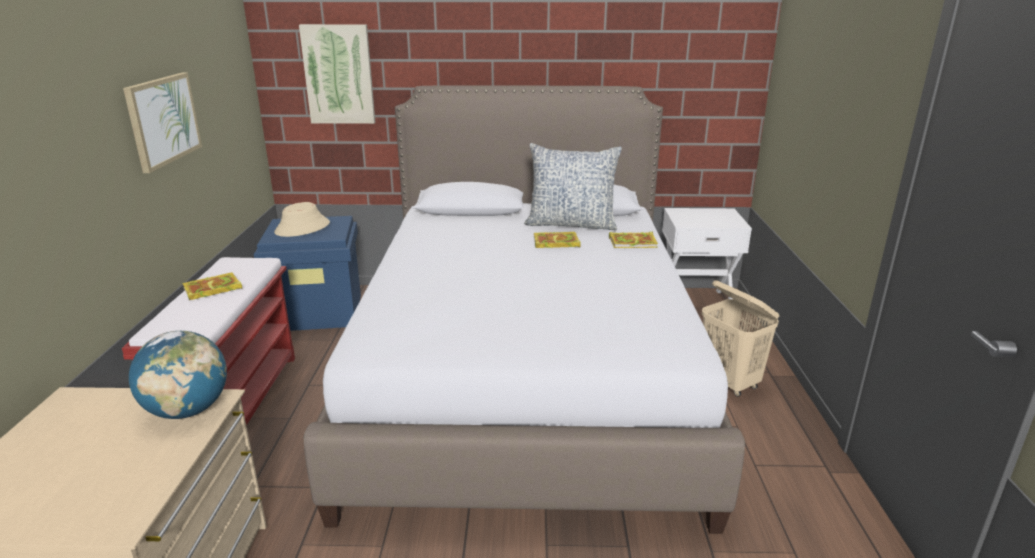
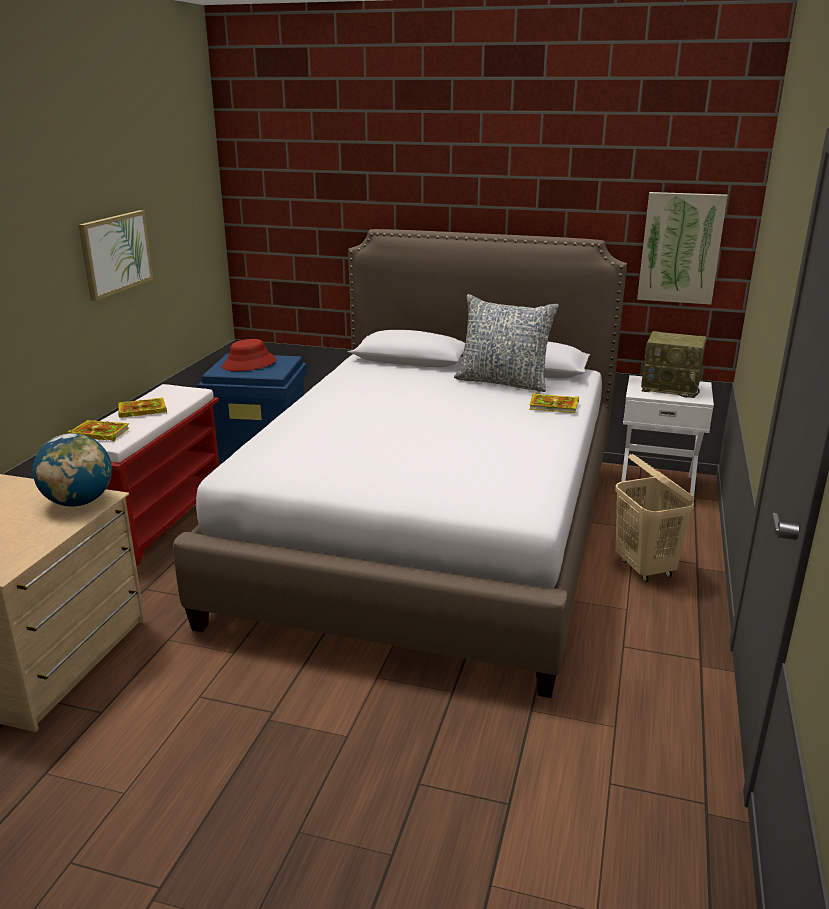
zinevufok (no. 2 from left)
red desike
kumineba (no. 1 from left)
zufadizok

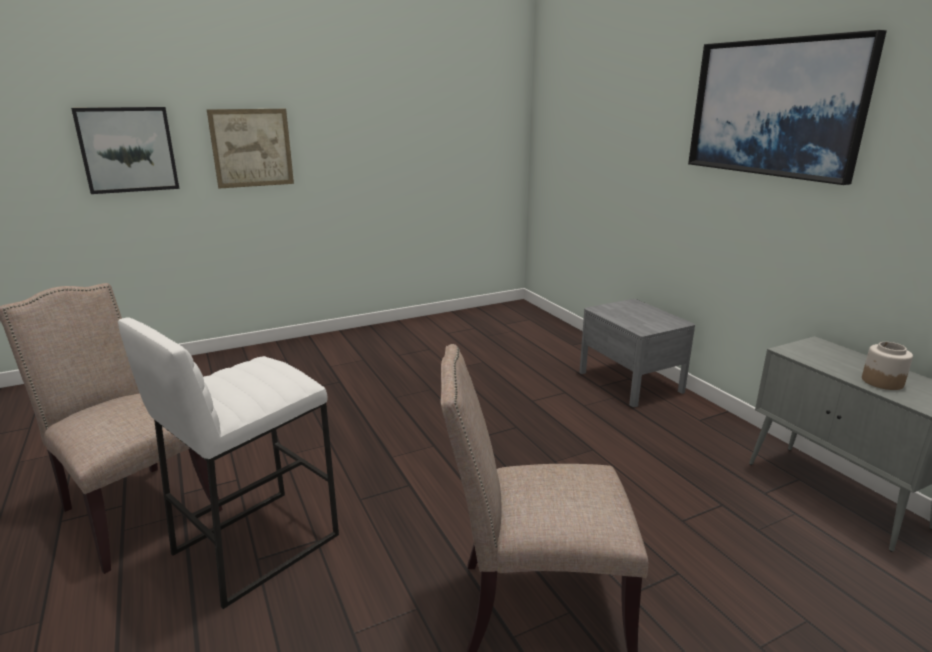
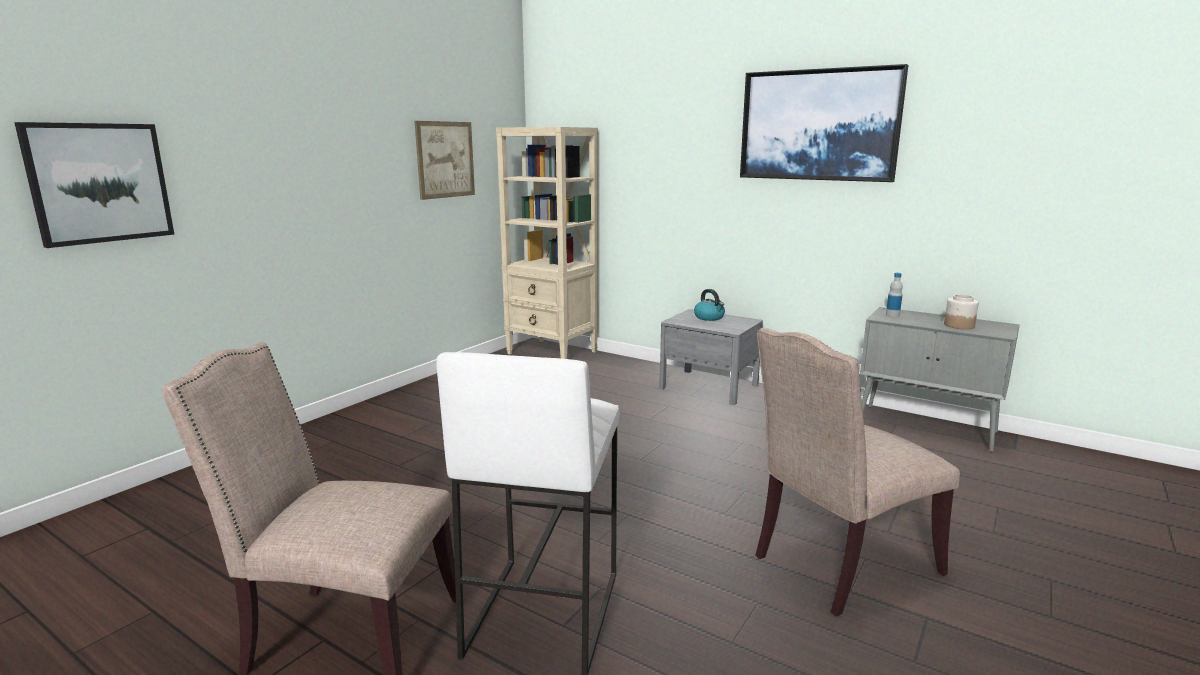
zinevufok (no. 2 from left)
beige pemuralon
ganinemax
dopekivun

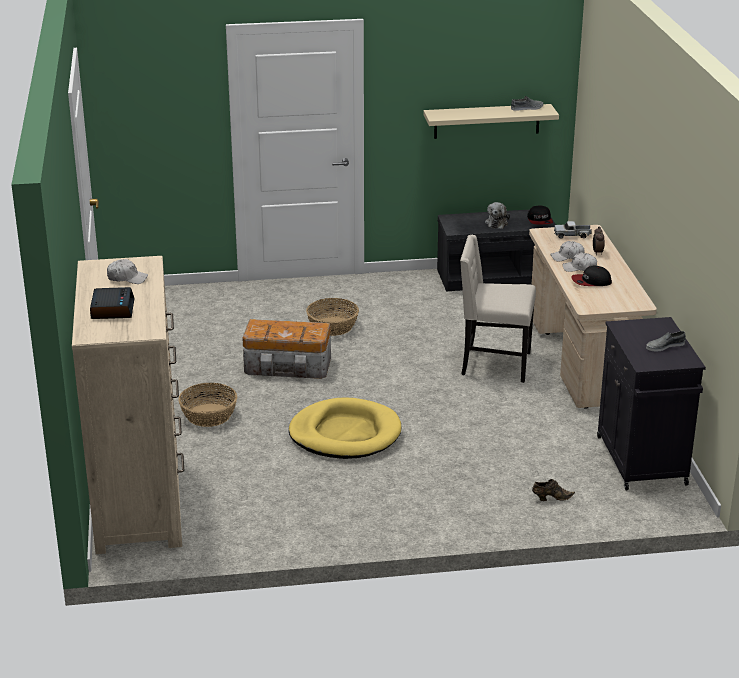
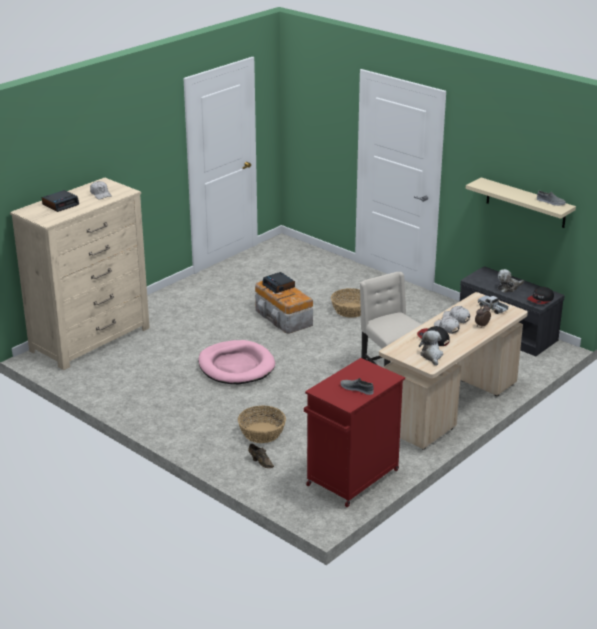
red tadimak
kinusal (no. 1 from left)
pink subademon
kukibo (no. 2 from left)
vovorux (no. 1 from left)

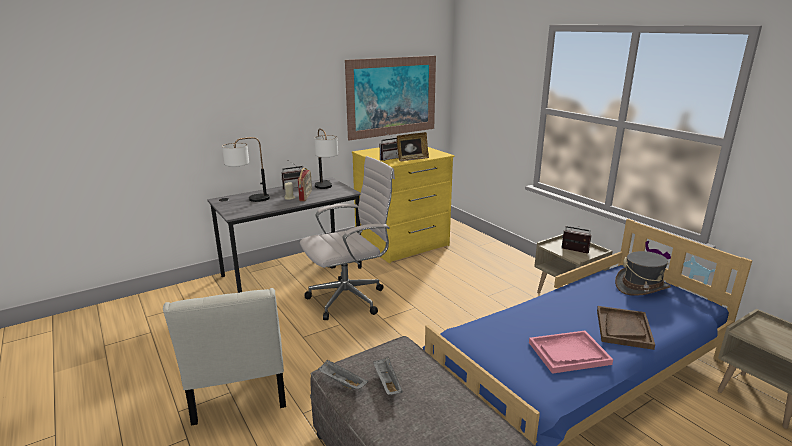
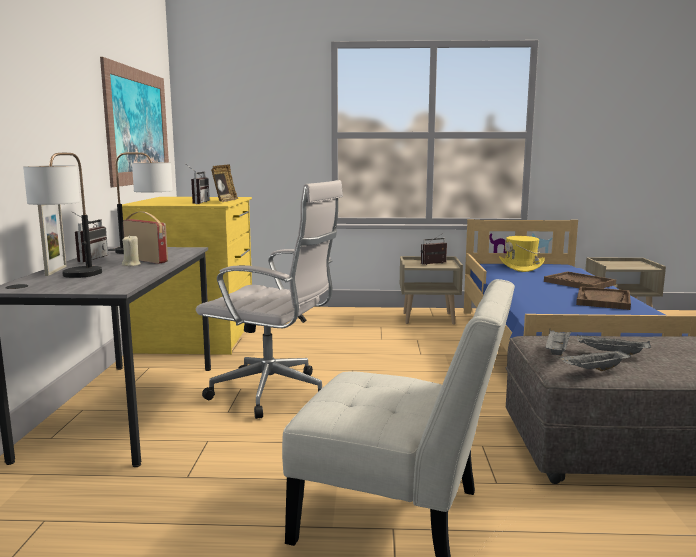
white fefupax
yellow desike
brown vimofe (no. 2 from left)
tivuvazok (no. 1 from left)
grey vimofe (no. 1 from left)

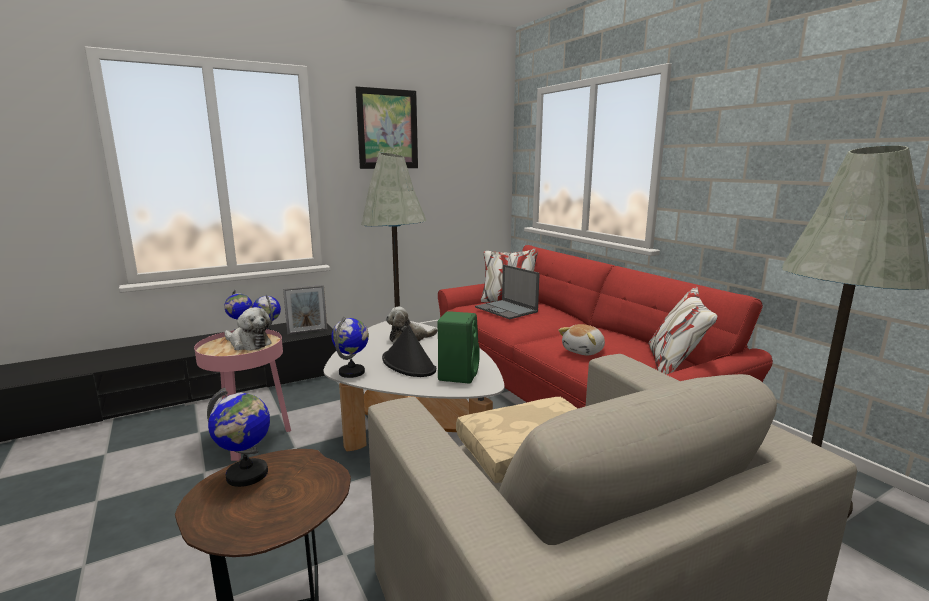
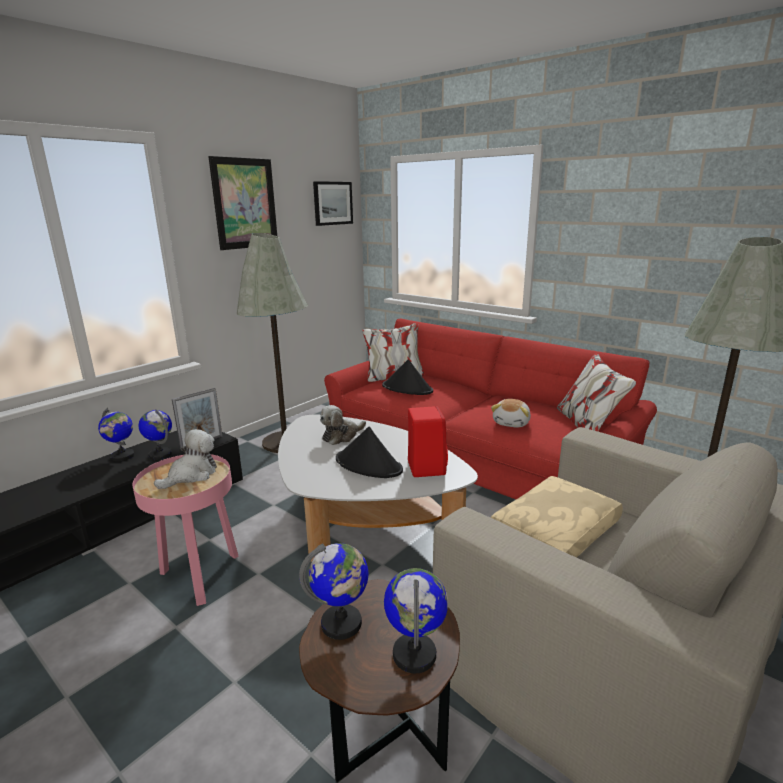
black desike (no. 2 from left)
vovorux (no. 1 from left)
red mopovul
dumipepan (no. 4 from left)
zinevufok (no. 2 from left)

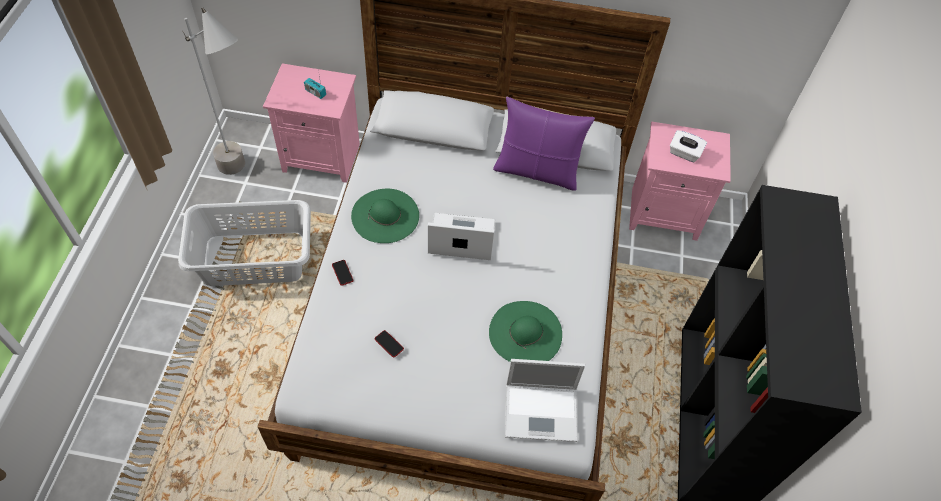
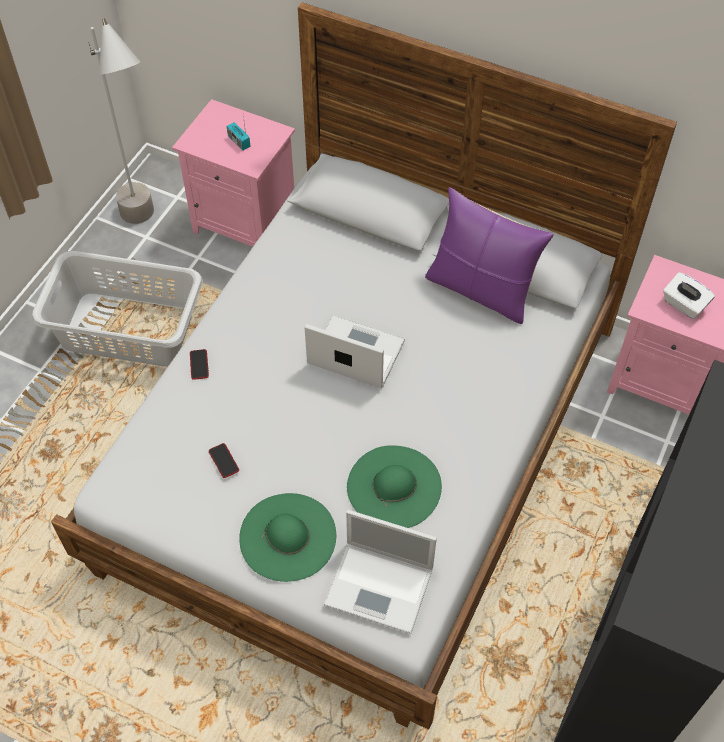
green desike (no. 1 from left)

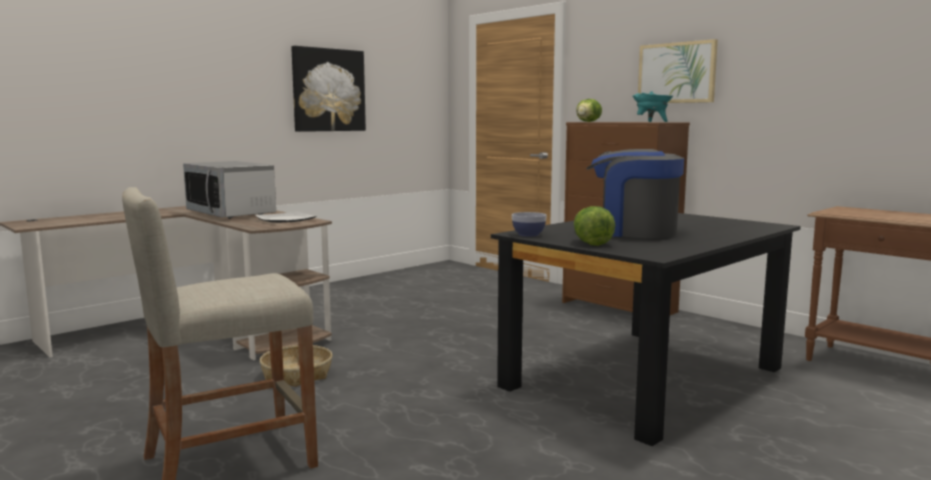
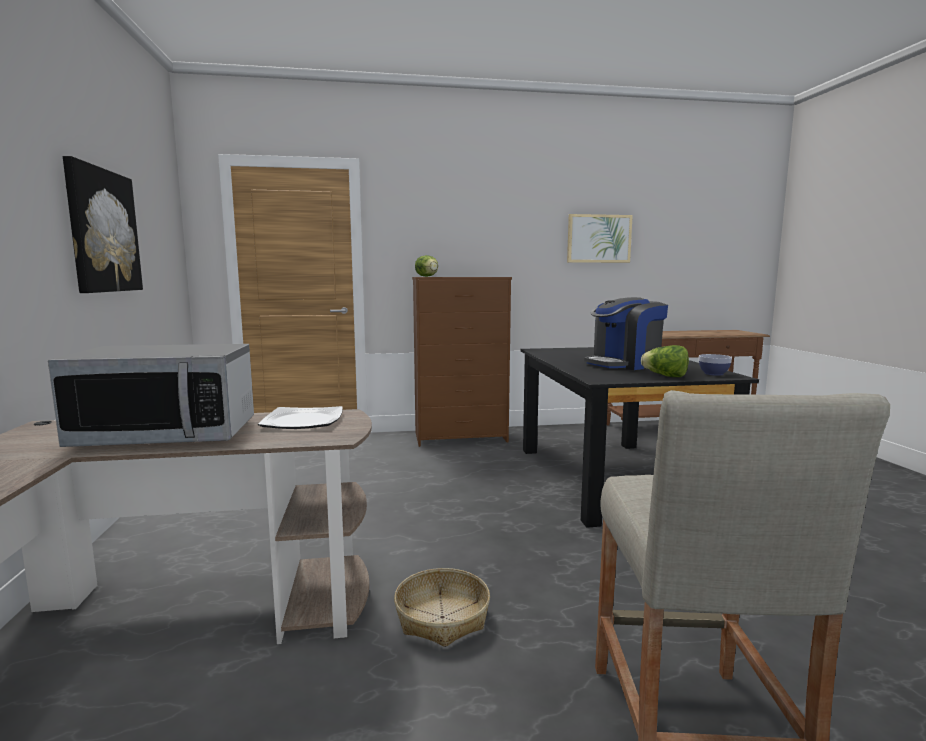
zinevufok (no. 2 from left)
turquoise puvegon
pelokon

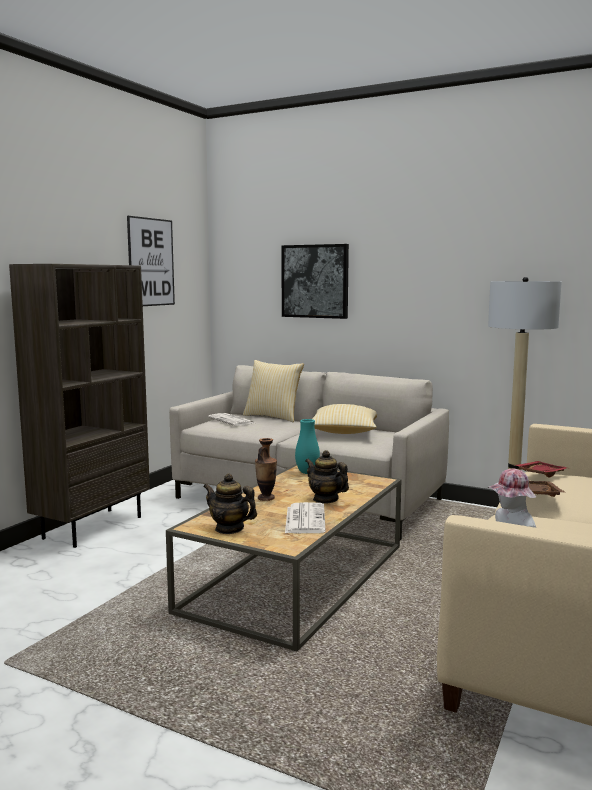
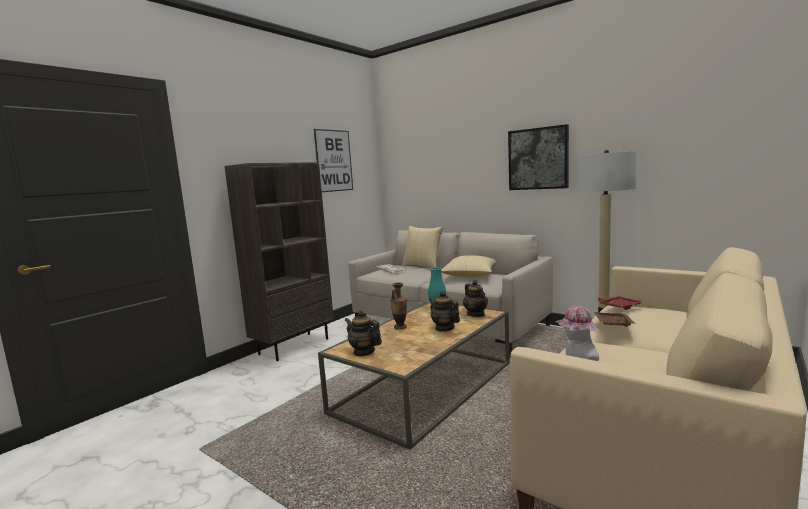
zinevufok (no. 2 from left)
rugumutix (no. 2 from left in the first image)
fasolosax (no. 3 from left)

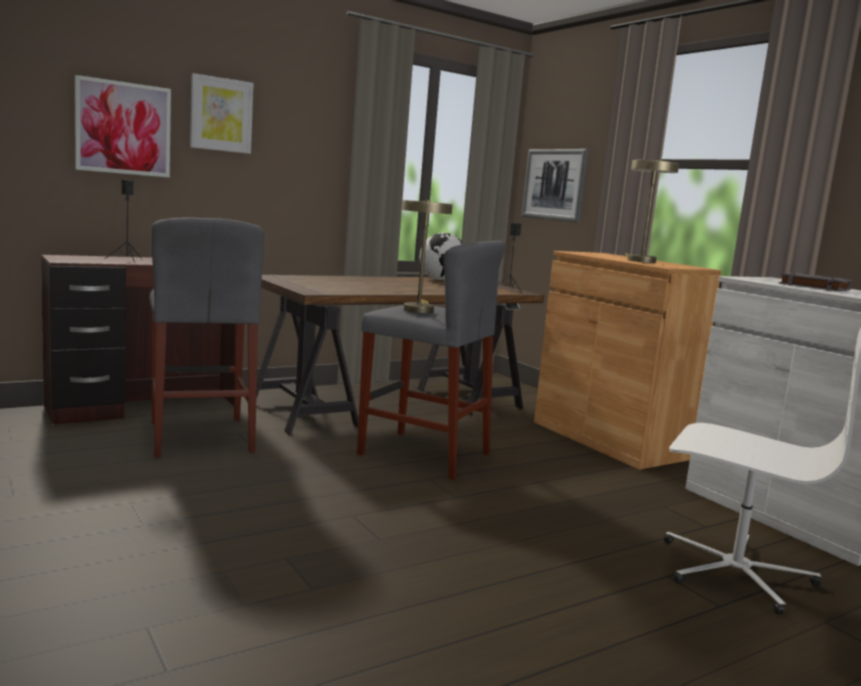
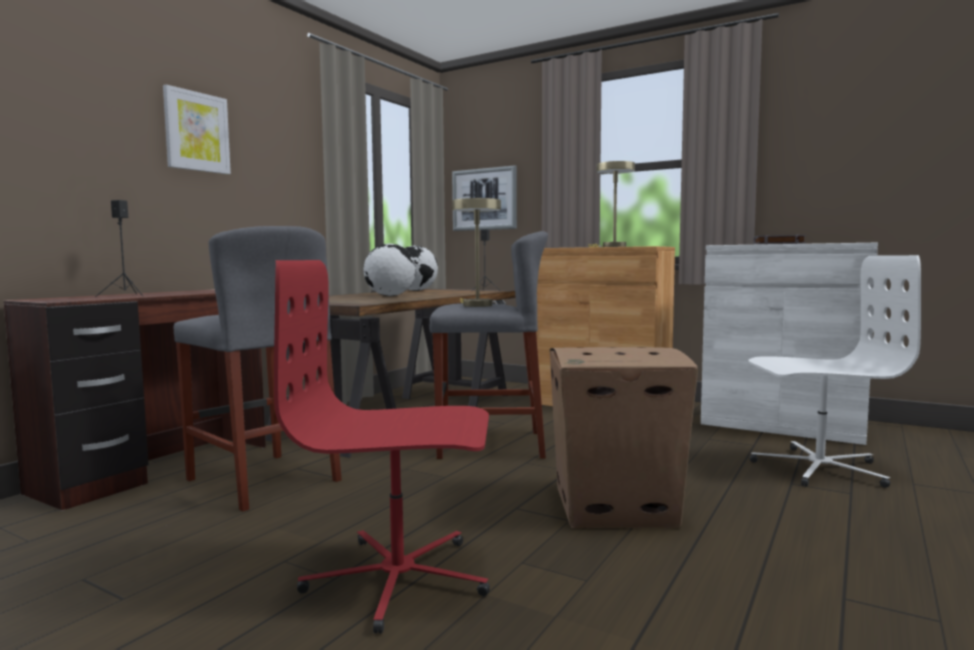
zinevufok (no. 1 from left in the first image)
dumipepan (no. 1 from left)
red fefupax
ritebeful

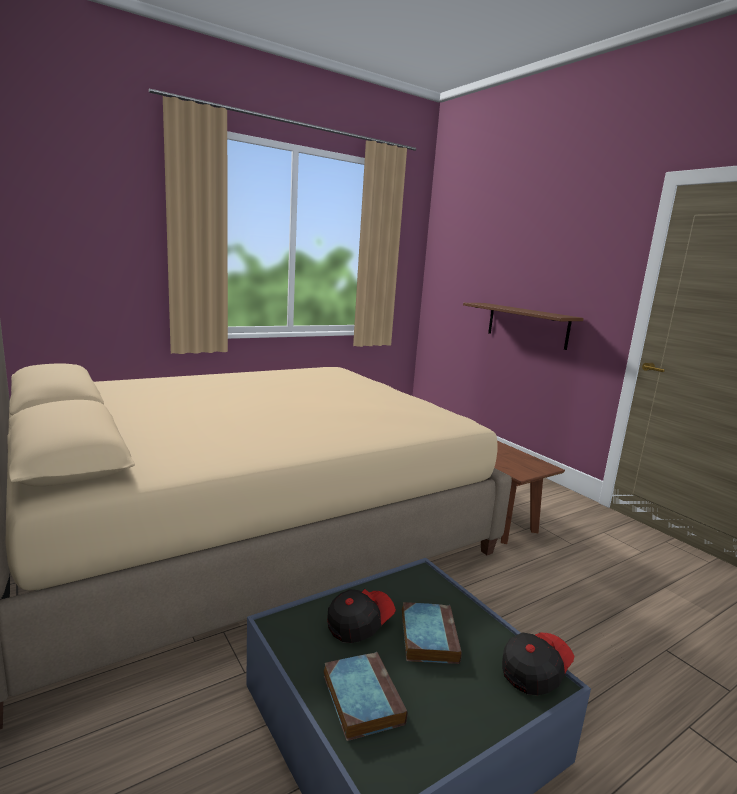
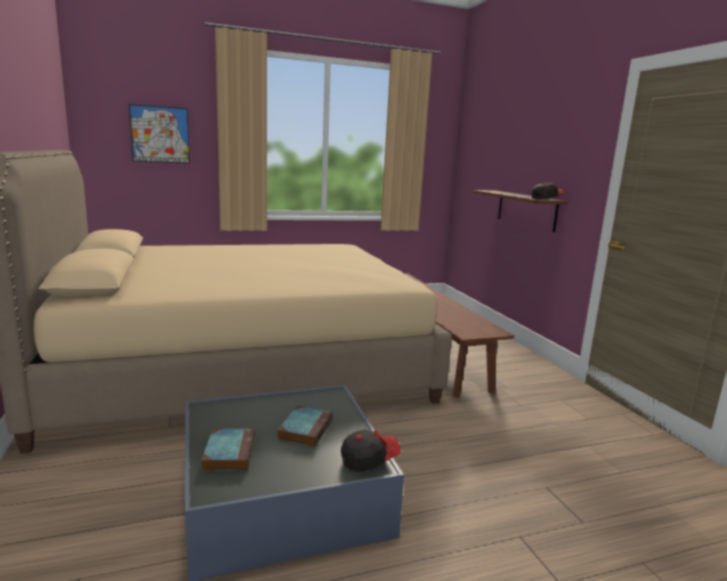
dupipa (no. 2 from left)
zinevufok

